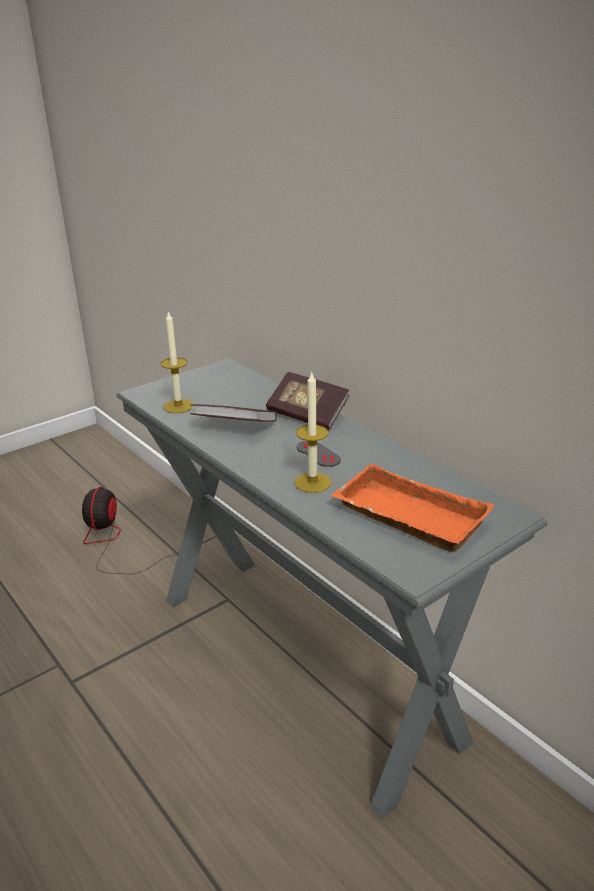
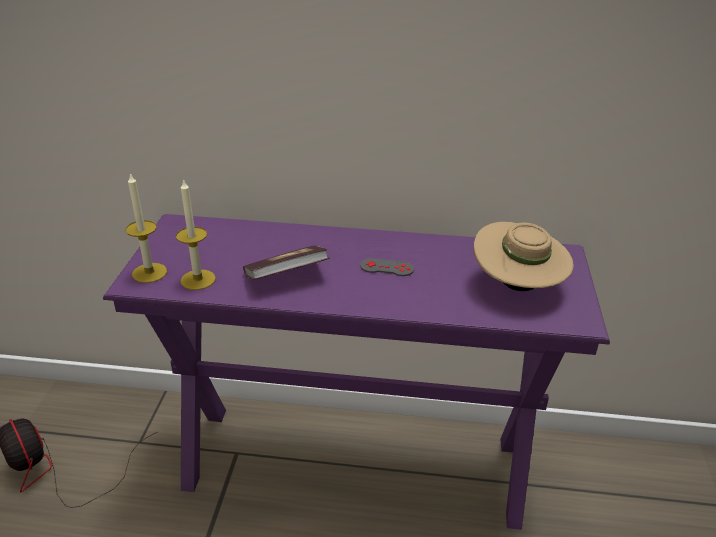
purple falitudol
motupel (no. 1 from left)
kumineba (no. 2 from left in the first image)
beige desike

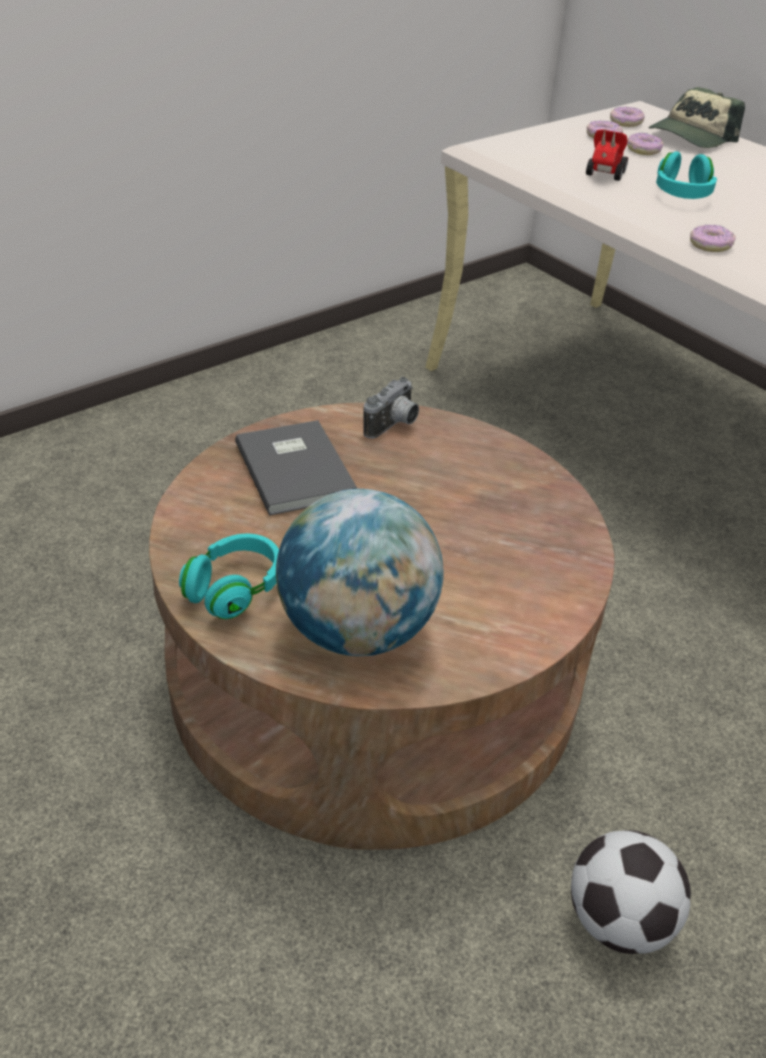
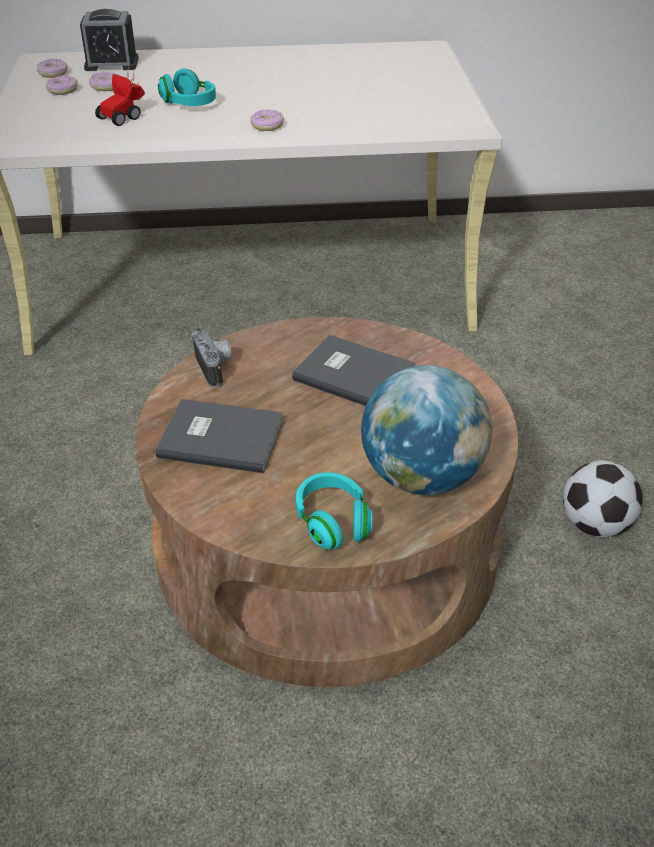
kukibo
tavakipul
grey kumineba (no. 2 from left)

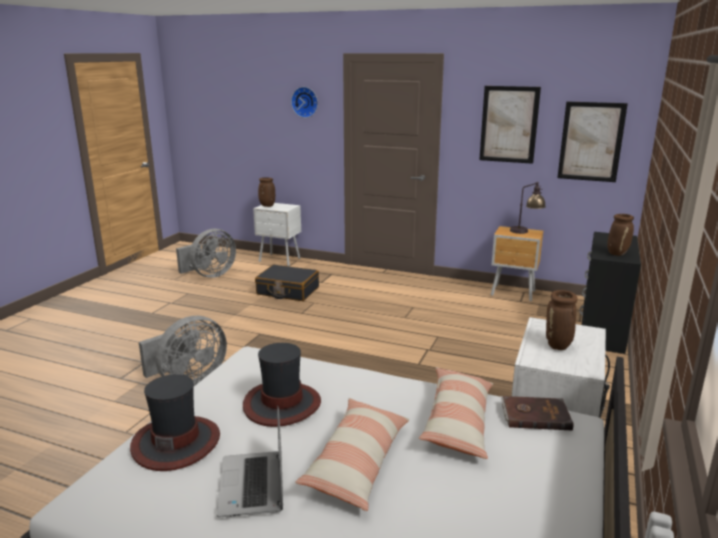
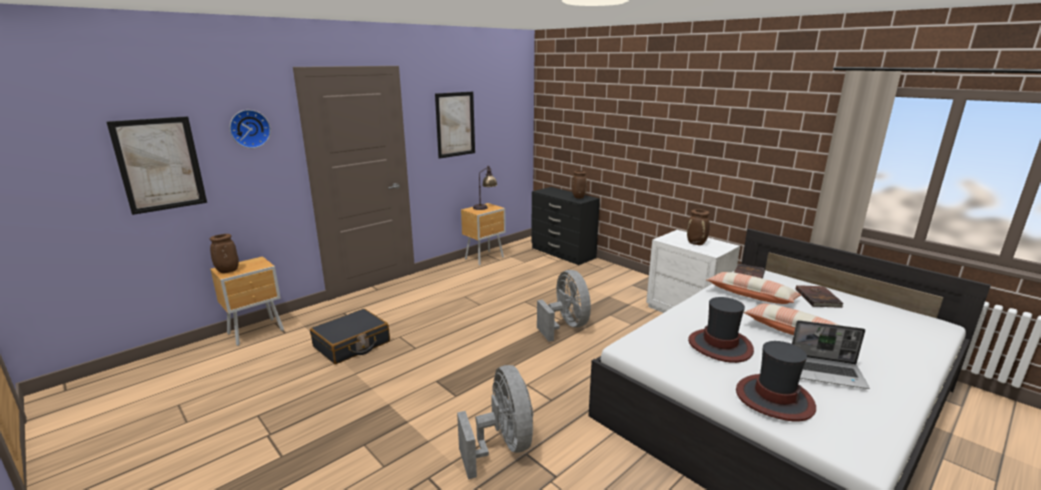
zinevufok (no. 1 from left)
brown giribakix (no. 1 from left)
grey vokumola (no. 2 from left)
brown kumineba (no. 2 from left)

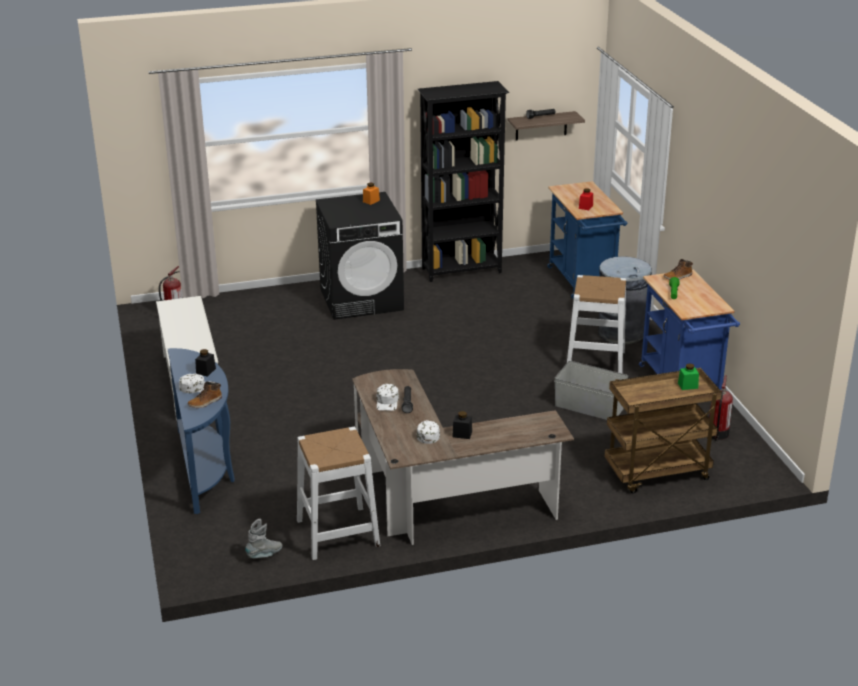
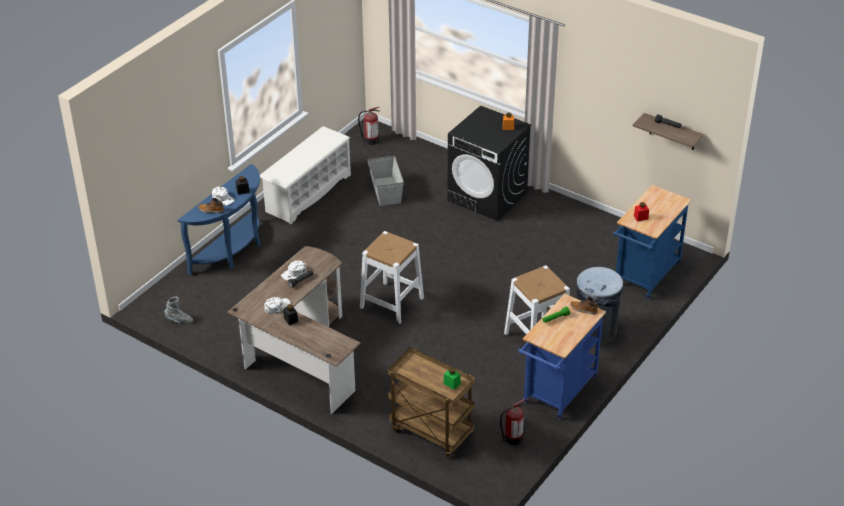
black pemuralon
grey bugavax
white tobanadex (no. 1 from left)

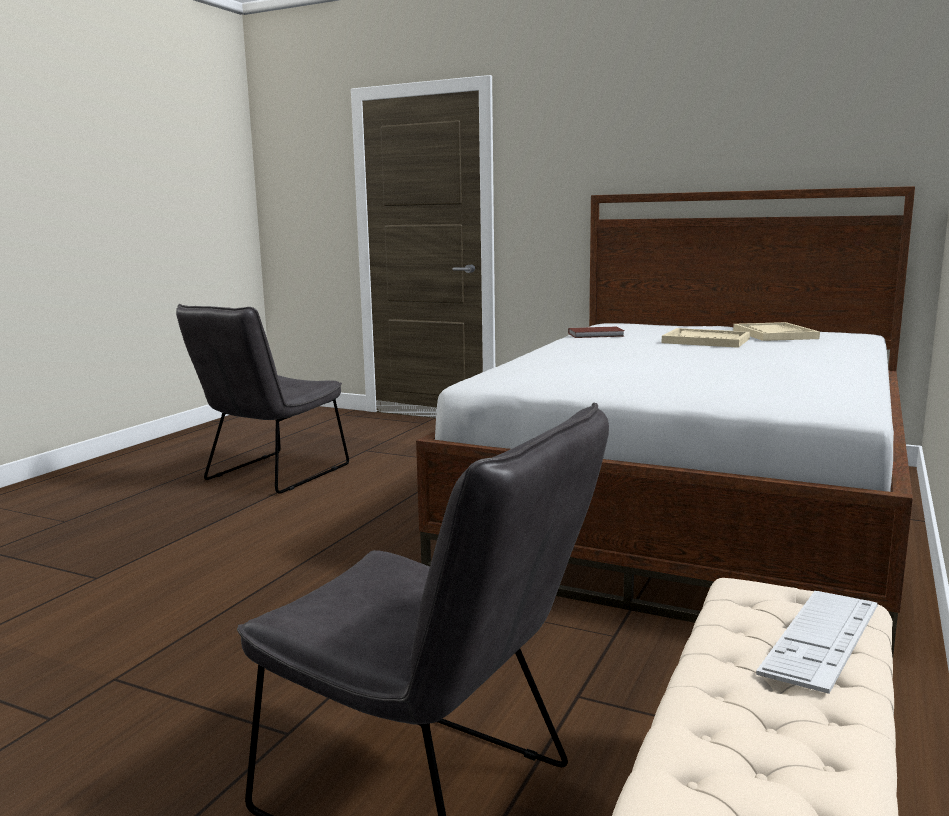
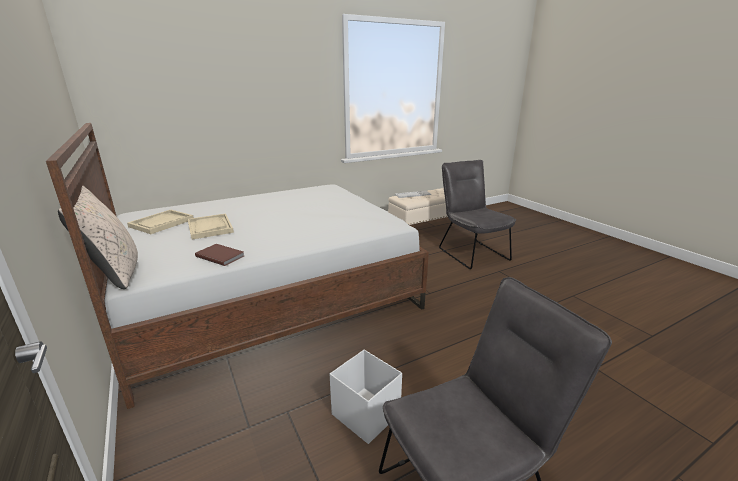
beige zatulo
white bugavax

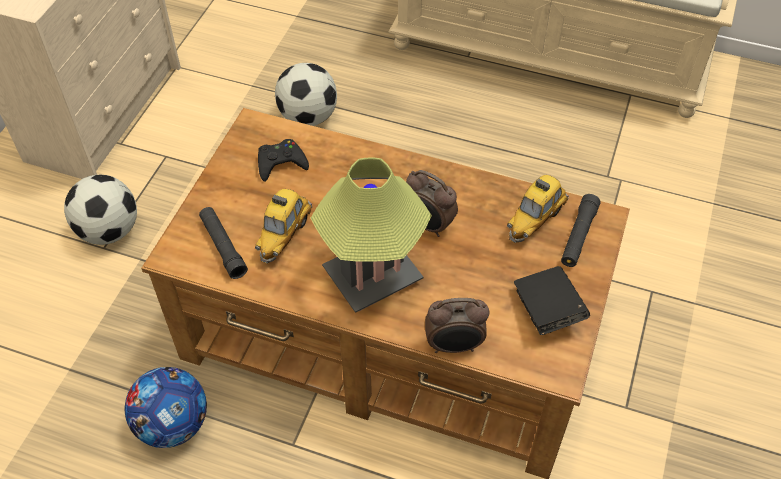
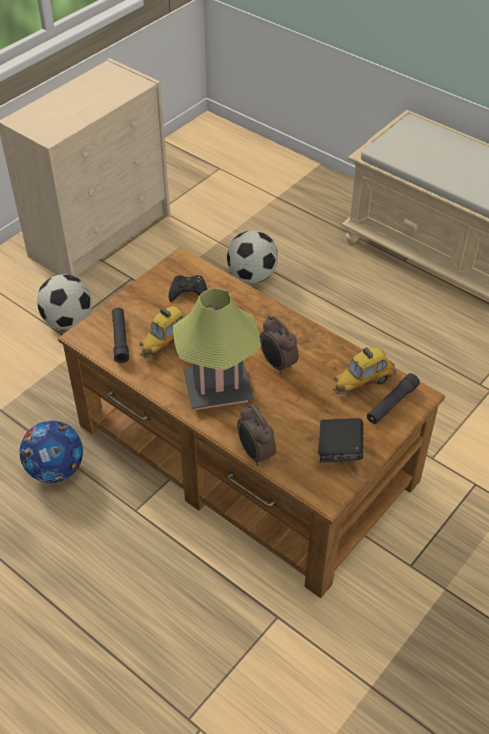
kukibo (no. 1 from left)

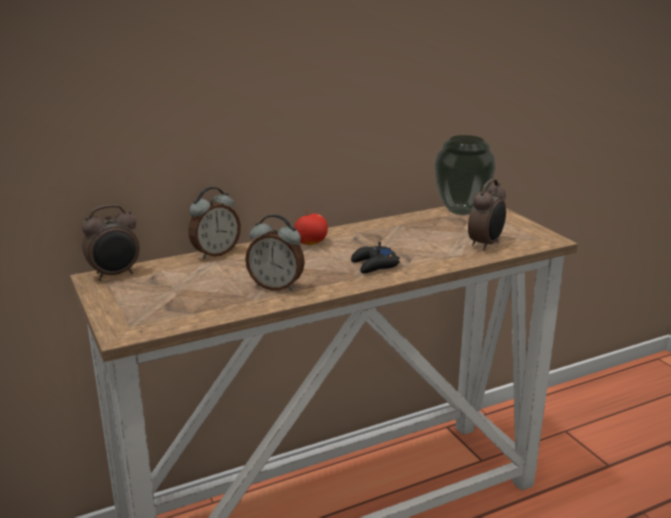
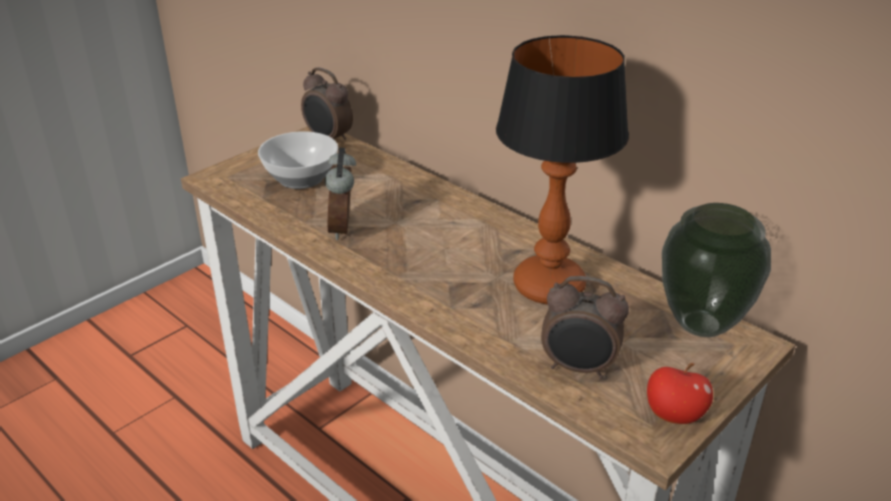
kukibo (no. 2 from left in the first image)
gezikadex
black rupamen
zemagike
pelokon

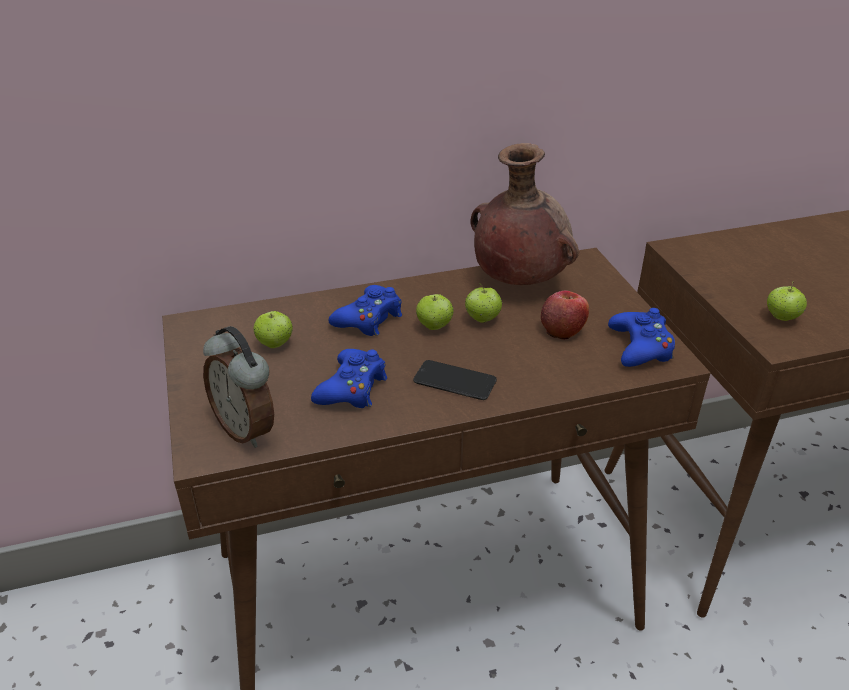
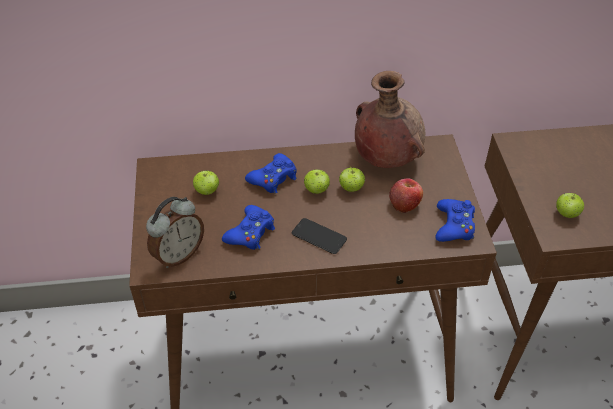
kukibo

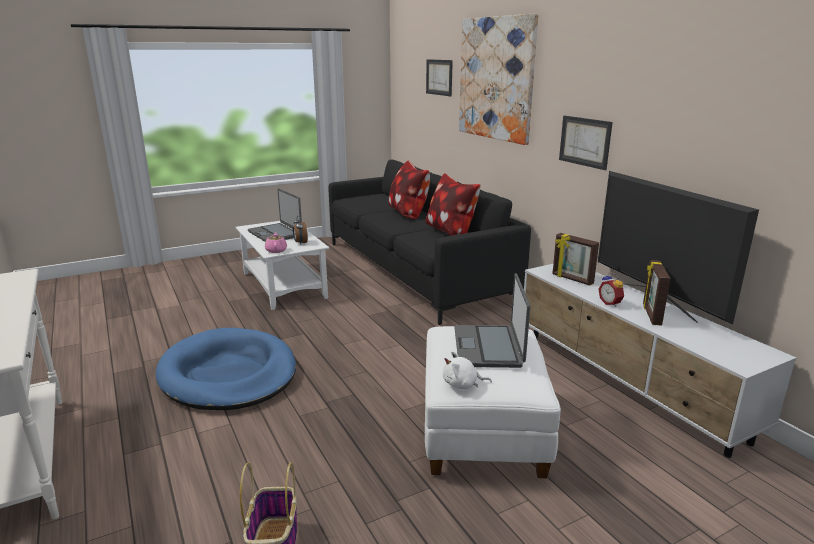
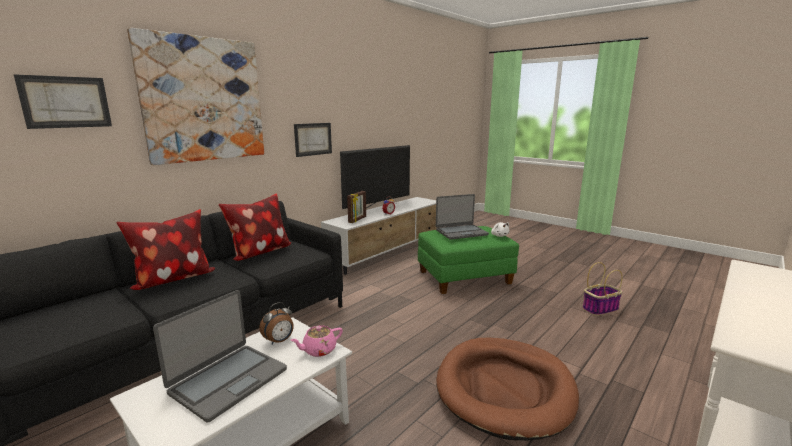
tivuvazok (no. 2 from left in the first image)
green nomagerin
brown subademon

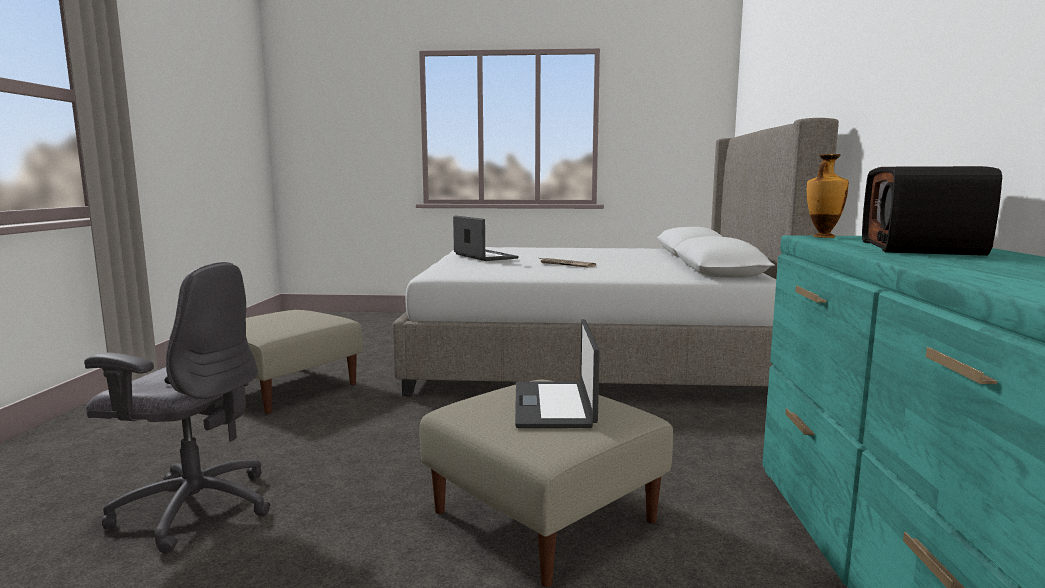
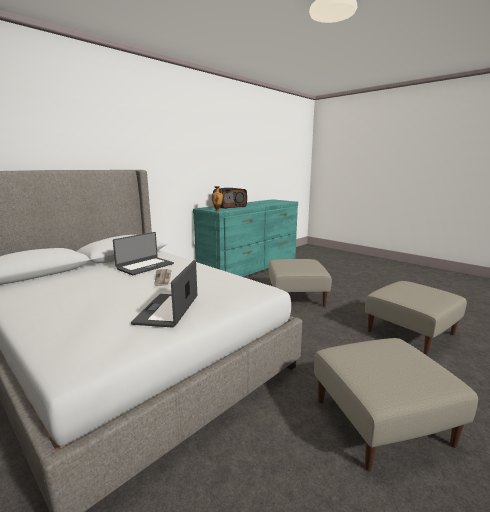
beige nomagerin (no. 3 from left)
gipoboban (no. 1 from left)

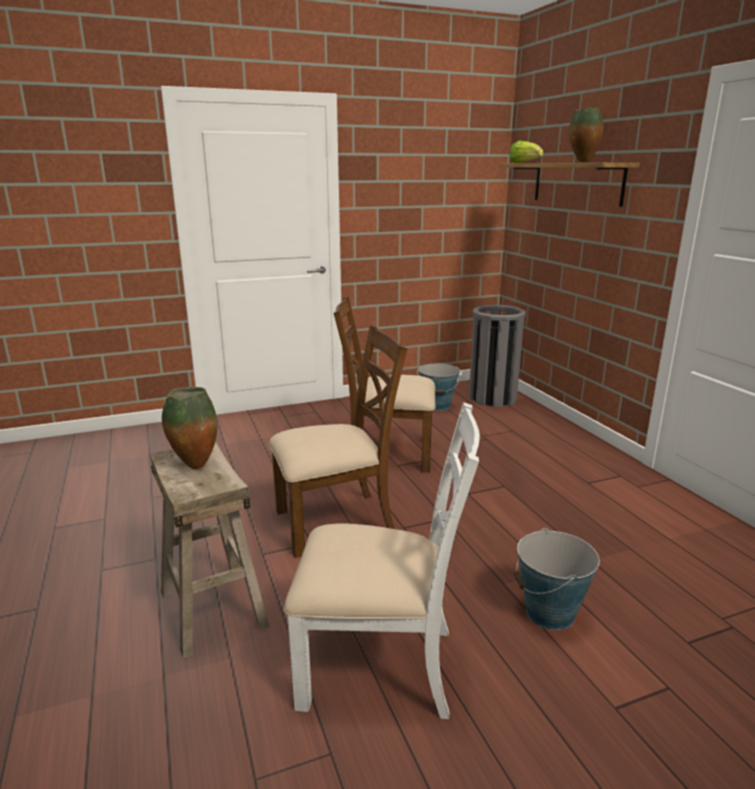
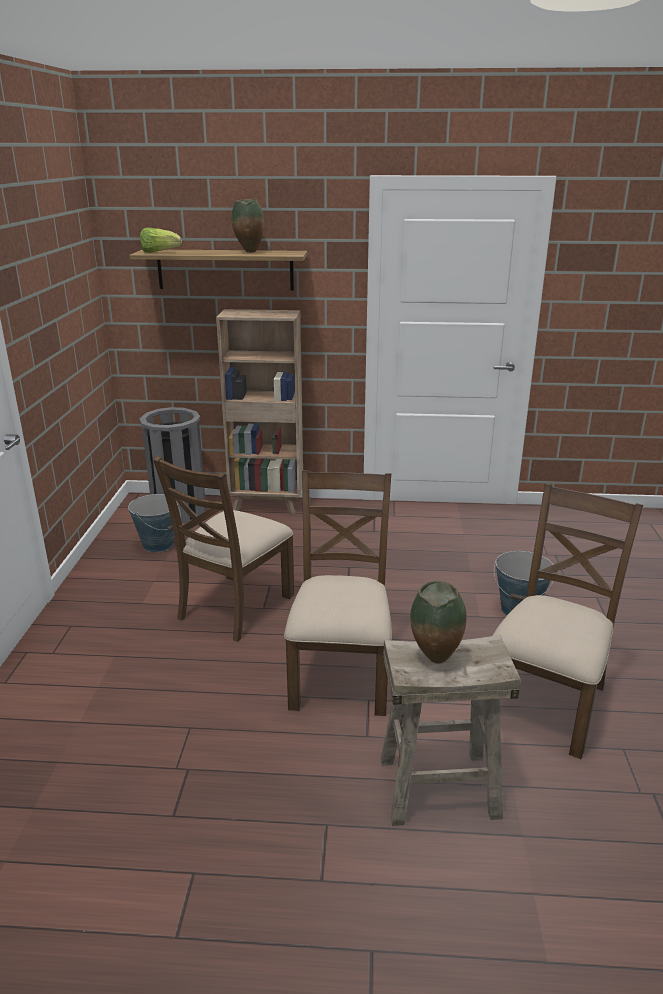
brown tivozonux (no. 3 from left)
brown pemuralon

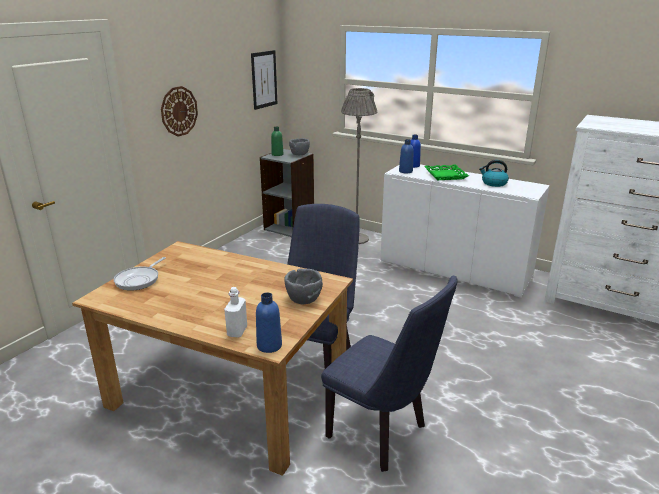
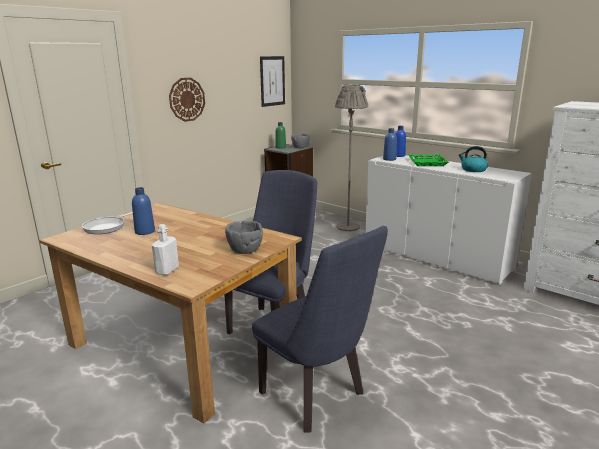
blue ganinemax (no. 1 from left)

